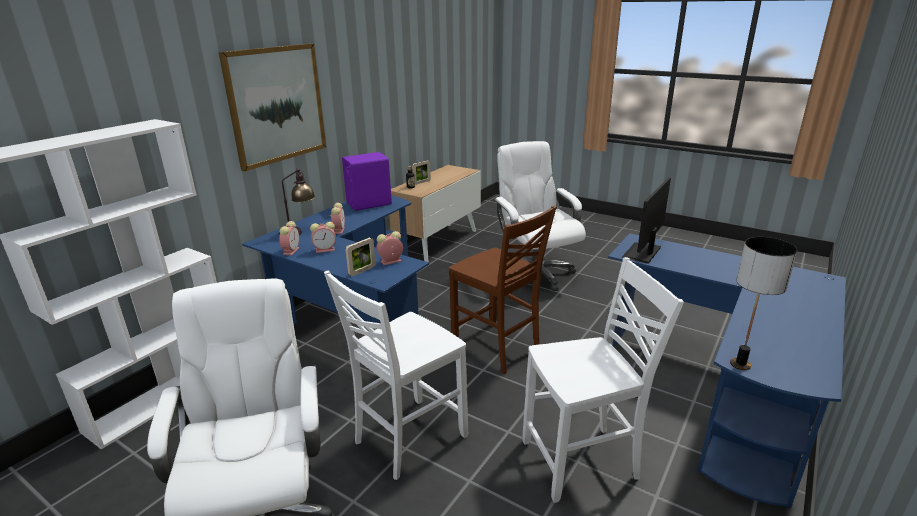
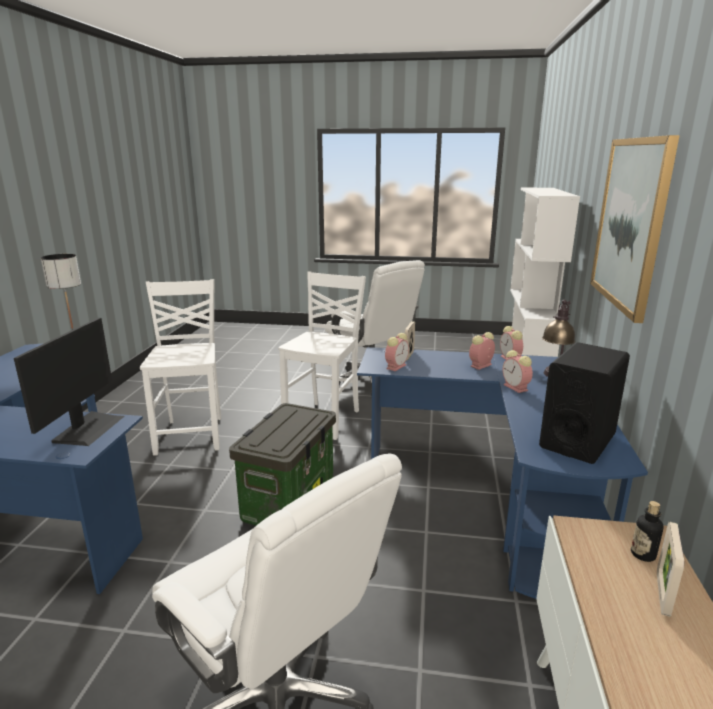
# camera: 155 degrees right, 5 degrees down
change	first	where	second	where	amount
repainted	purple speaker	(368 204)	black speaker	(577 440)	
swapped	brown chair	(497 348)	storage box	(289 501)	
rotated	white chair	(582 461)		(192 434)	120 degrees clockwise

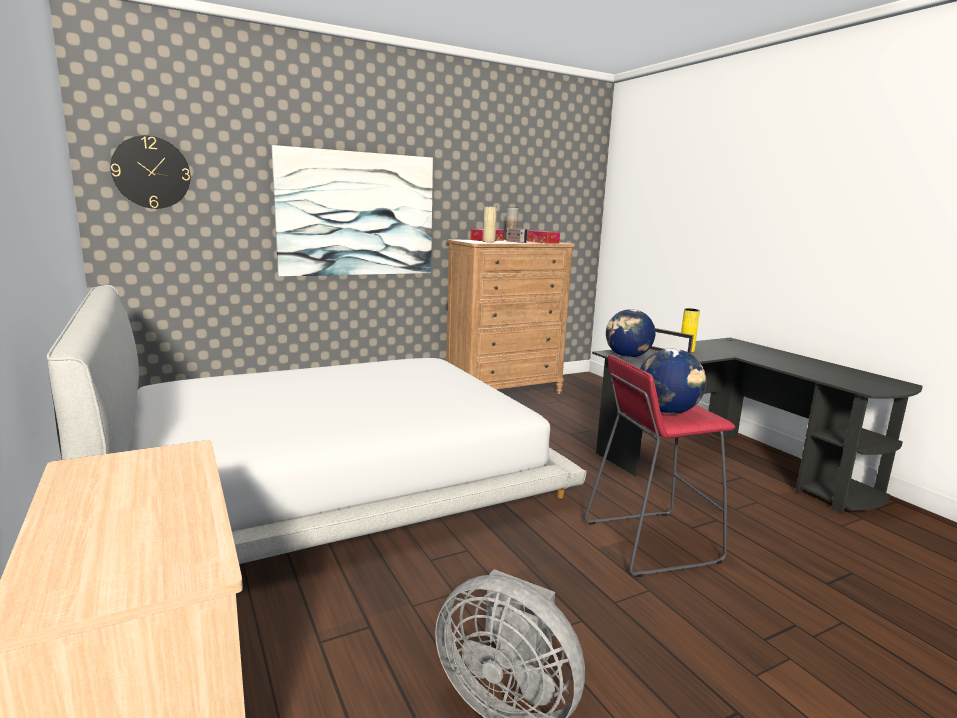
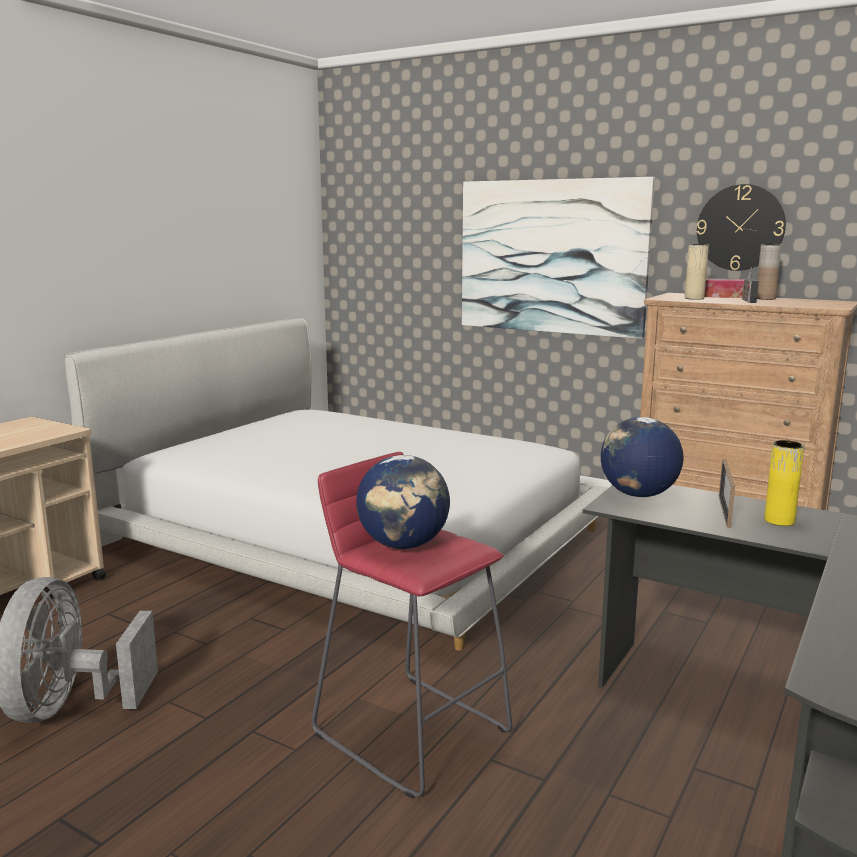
# camera: 60 degrees right, 0 degrees up
change	first	where	second	where	amount
shifted	wall clock	(151 172)		(740 227)	
gone	tissue box	(543 242)			

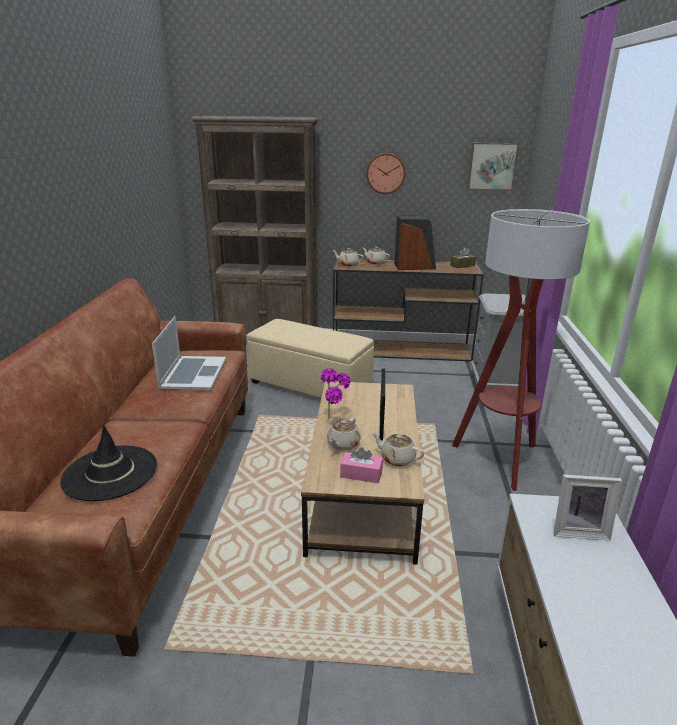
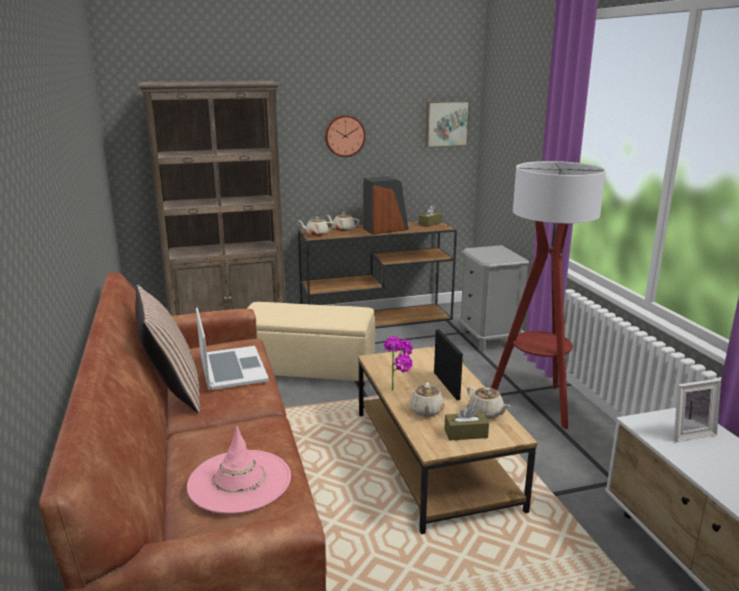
# camera: 20 degrees left, 5 degrees down
change	first	where	second	where	amount
repainted	black hat	(110 473)	pink hat	(239 481)	
rotated	beige teapot	(397 459)		(486 413)	135 degrees counterclockwise
repainted	pink tissue box	(361 474)	brown tissue box	(465 433)	
new			pillow	(172 391)	

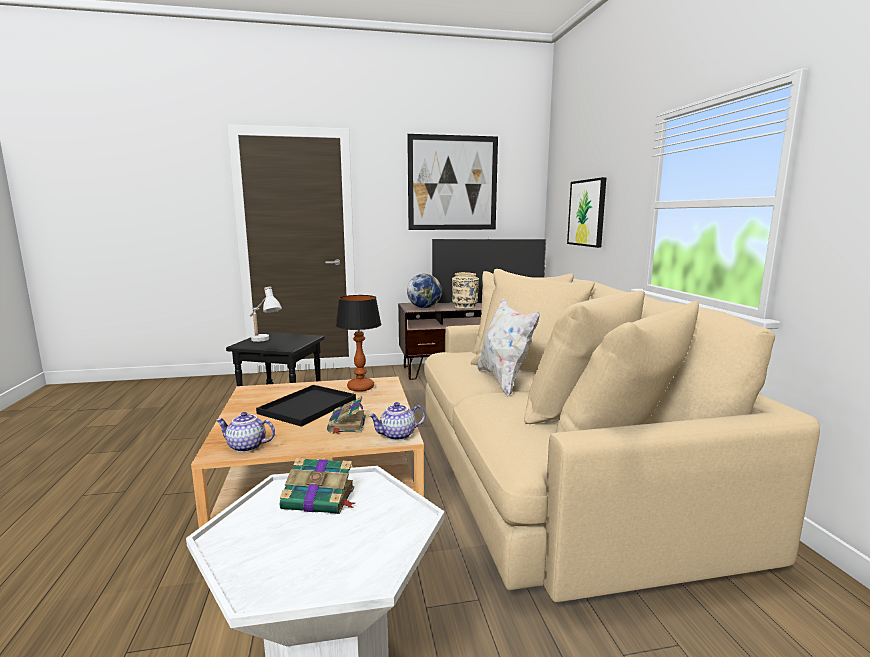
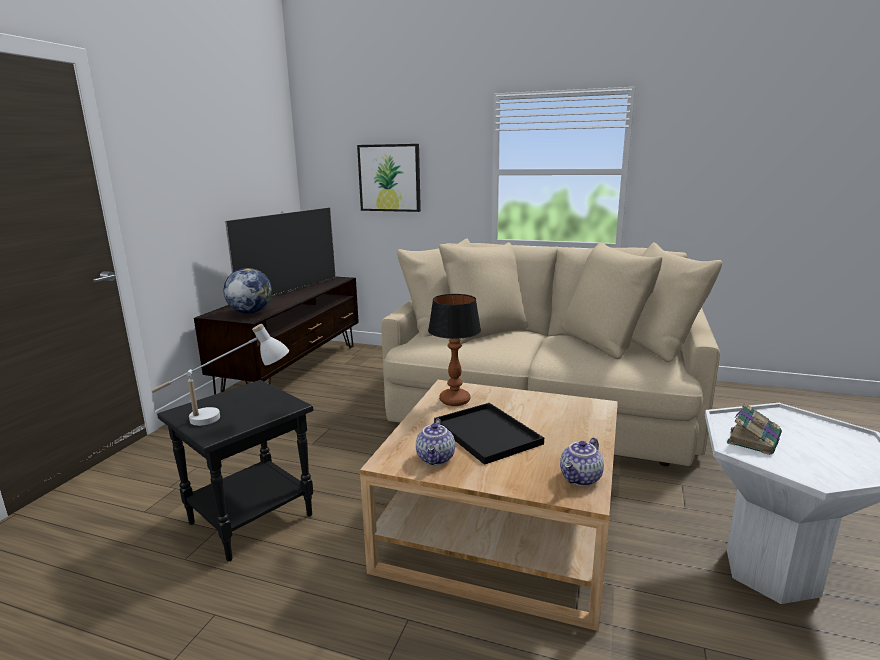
# camera: 60 degrees left, 5 degrees up
change	first	where	second	where	amount
gone	picture	(452 183)			
gone	beige vase	(465 307)			
gone	white pillow	(504 381)			
gone	book	(347 424)			
shifted	teapot	(397 436)		(436 459)	

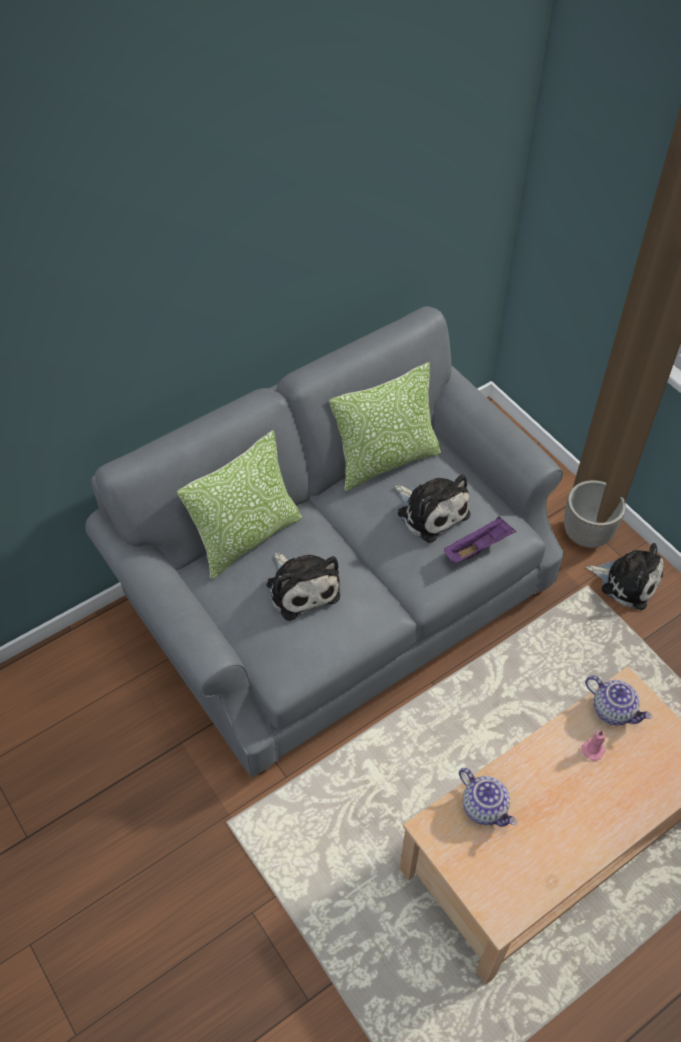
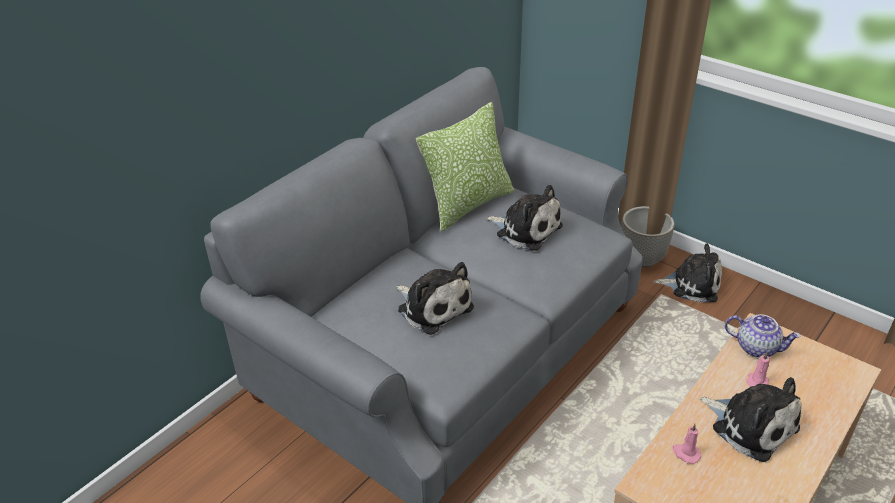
# camera: 15 degrees left, 15 degrees down
change	first	where	second	where	amount
gone	pillow	(247 537)			
gone	purple tray	(478 547)			
swapped	teapot	(485 807)	pink candle	(685 453)	
new			plush toy	(750 425)	

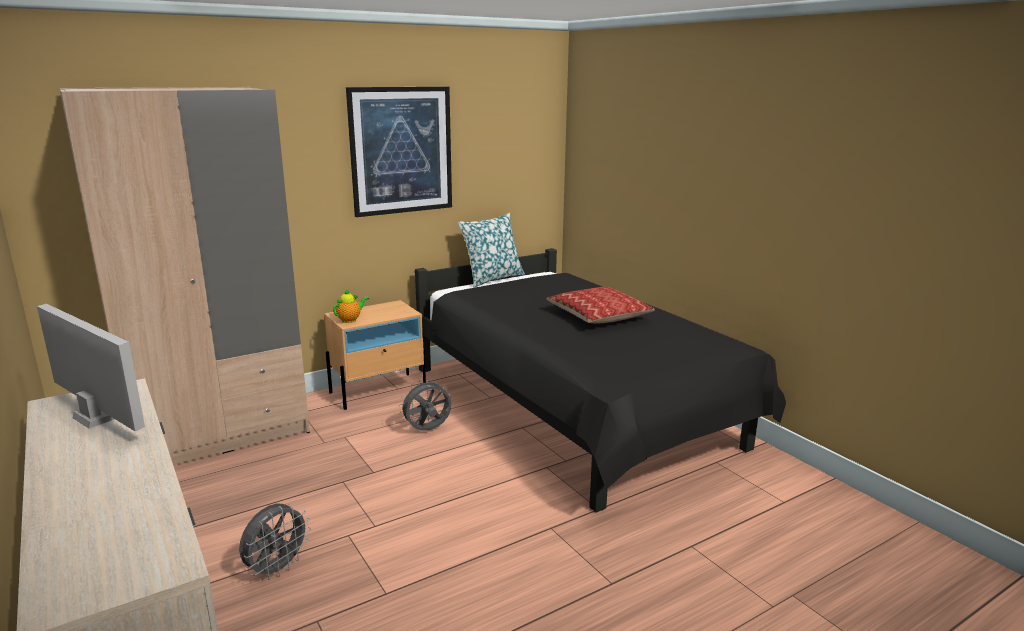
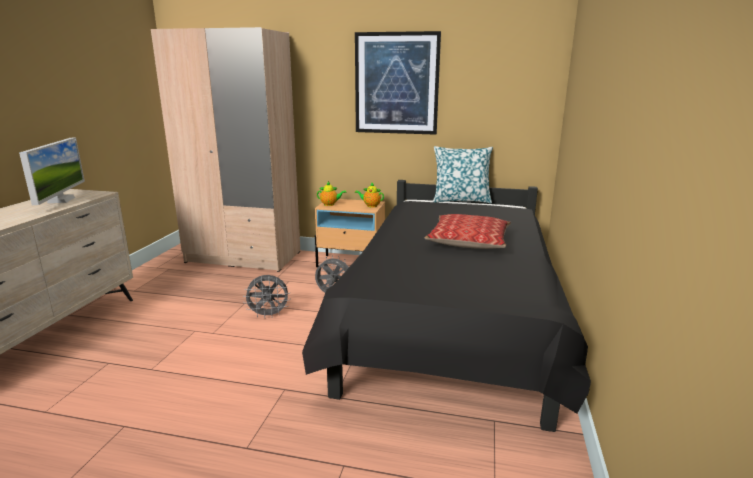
# camera: 45 degrees right, 0 degrees up
change	first	where	second	where	amount
shifted	grey fan	(277 569)		(269 315)	
new			teapot	(370 206)	

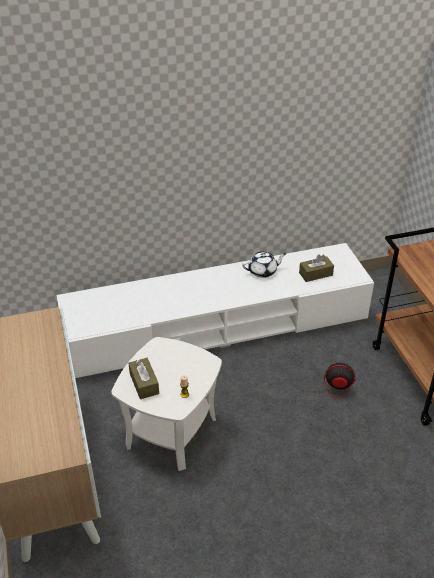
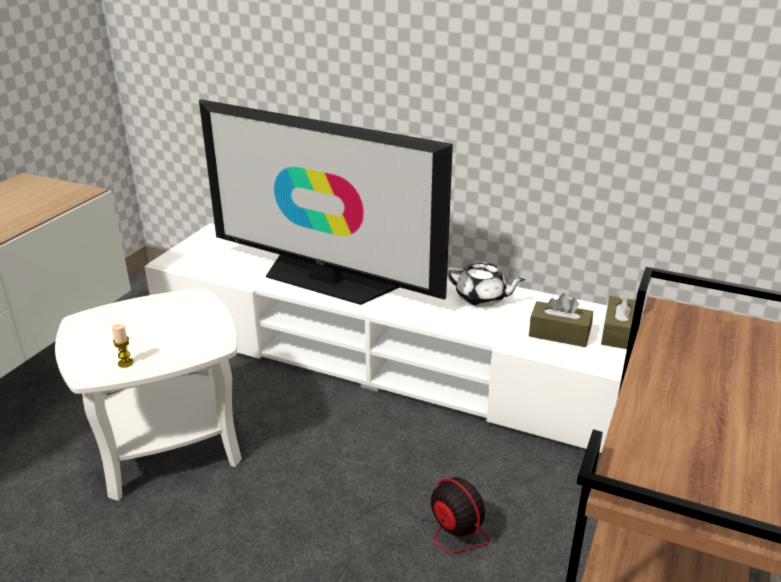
# camera: 40 degrees right, 10 degrees down
change	first	where	second	where	amount
shifted	brown tissue box	(144 383)		(618 332)	
new			television	(325 280)	

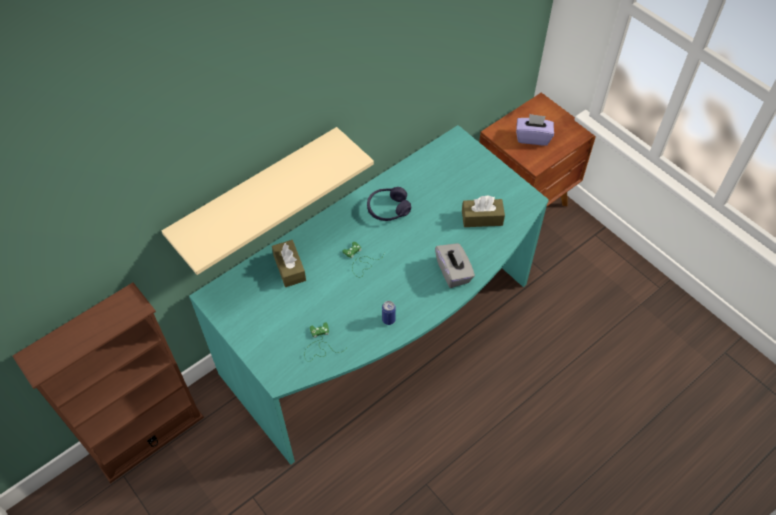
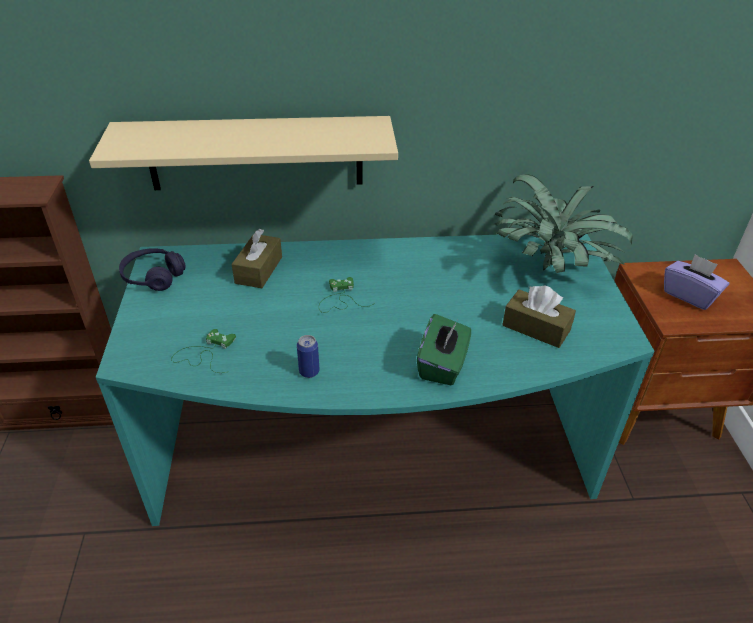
# camera: 35 degrees right, 15 degrees down
change	first	where	second	where	amount
shifted	purple headphones	(388 209)		(153 277)	
repainted	grey tissue box	(453 272)	green tissue box	(443 365)	
new			potted plant	(551 268)	

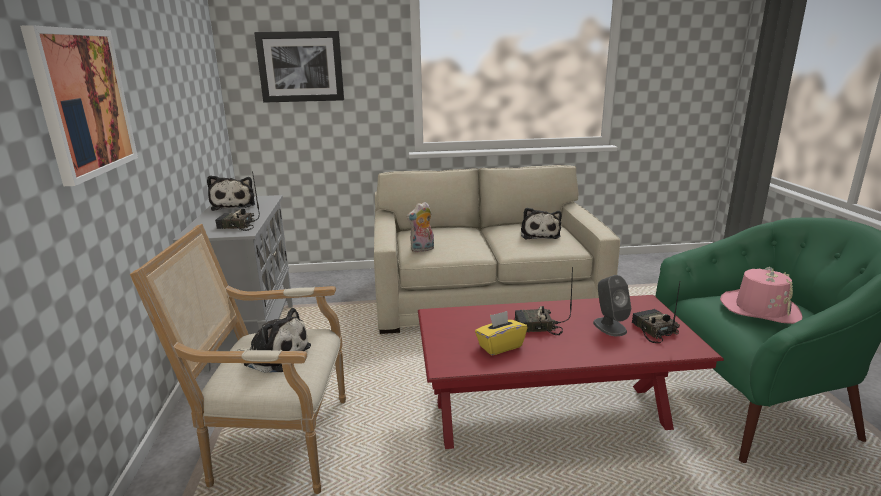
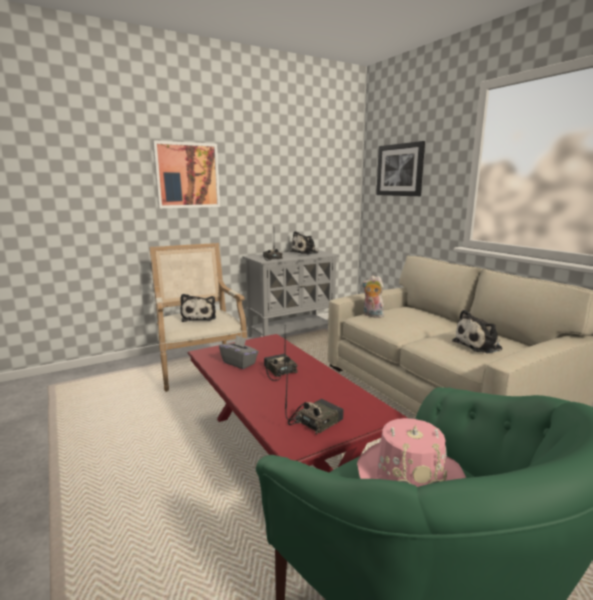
# camera: 65 degrees right, 5 degrees down
change	first	where	second	where	amount
gone	grey speaker	(609 326)			
repainted	yellow tissue box	(500 346)	grey tissue box	(239 363)	

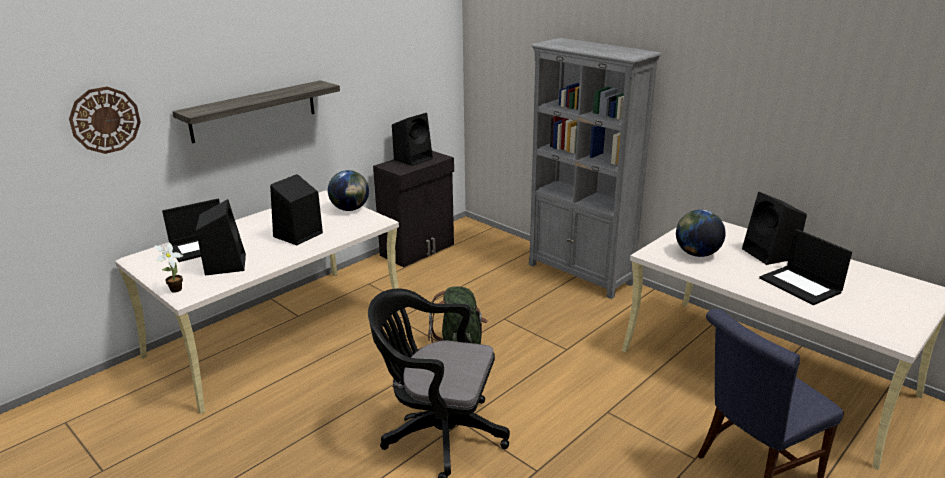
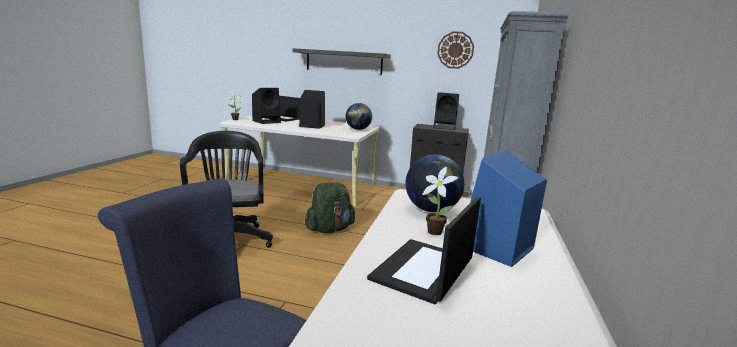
# camera: 60 degrees right, 10 degrees down
change	first	where	second	where	amount
shifted	wall clock	(105 120)		(455 50)	
repainted	black speaker	(770 254)	blue speaker	(496 248)	
new			potted plant	(433 231)	

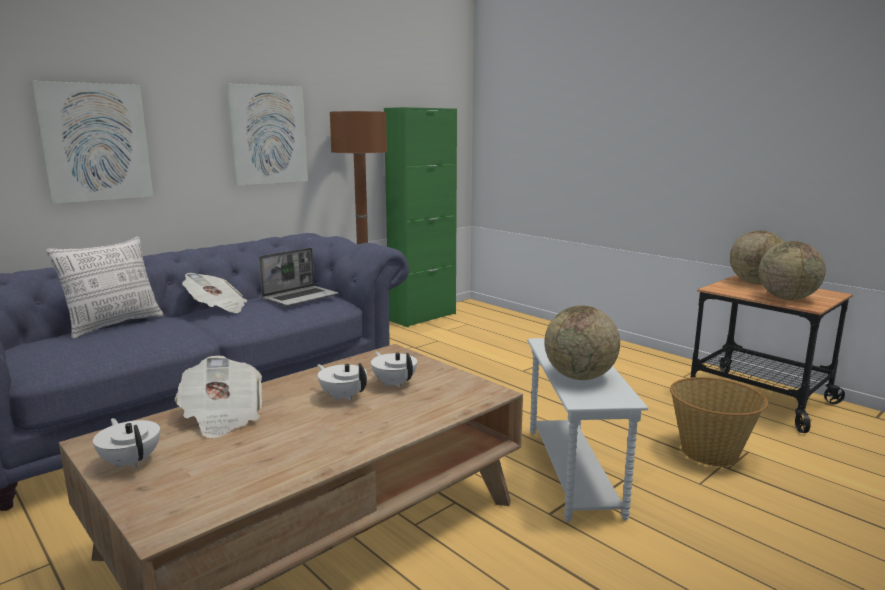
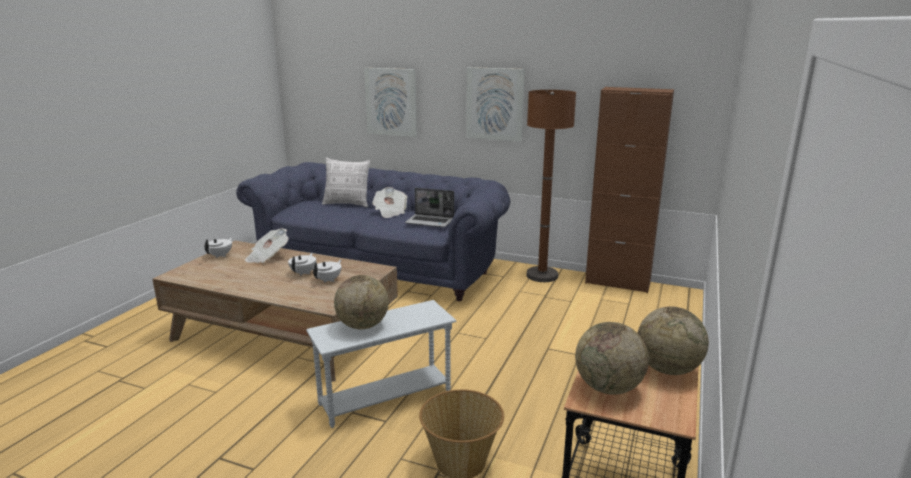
# camera: 65 degrees right, 5 degrees up
change	first	where	second	where	amount
repainted	green cabinet	(422 317)	brown cabinet	(617 283)	

